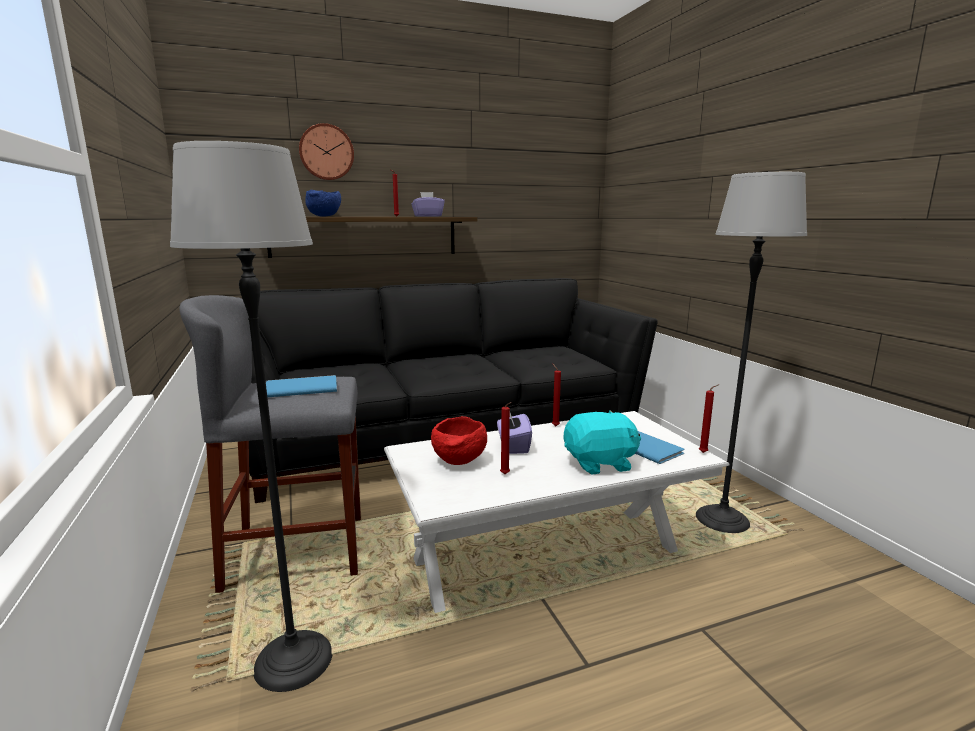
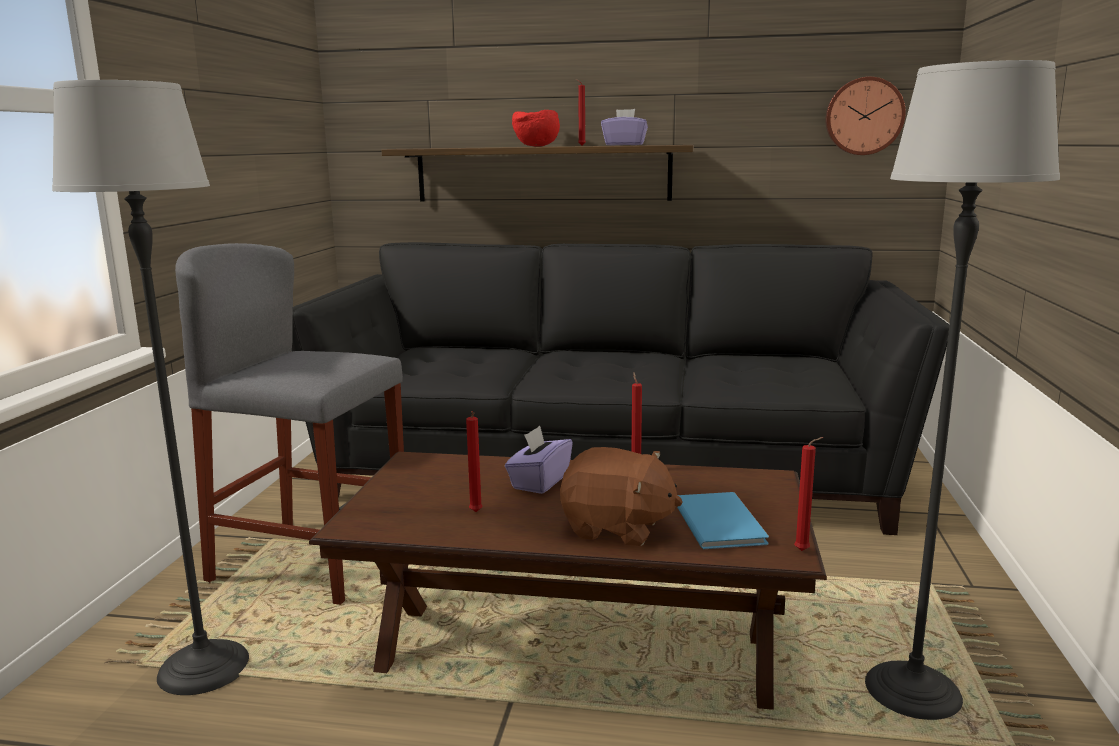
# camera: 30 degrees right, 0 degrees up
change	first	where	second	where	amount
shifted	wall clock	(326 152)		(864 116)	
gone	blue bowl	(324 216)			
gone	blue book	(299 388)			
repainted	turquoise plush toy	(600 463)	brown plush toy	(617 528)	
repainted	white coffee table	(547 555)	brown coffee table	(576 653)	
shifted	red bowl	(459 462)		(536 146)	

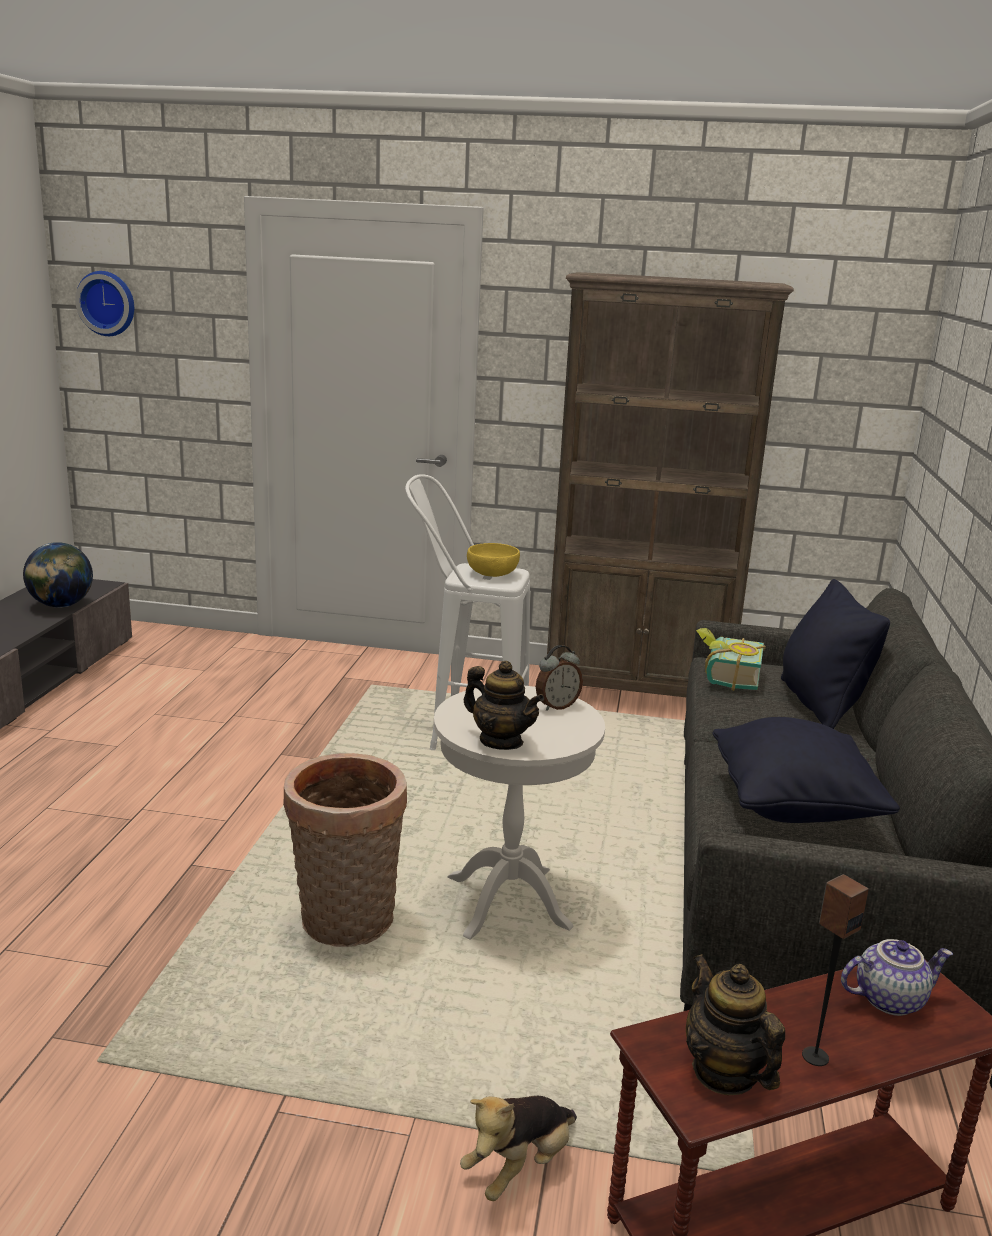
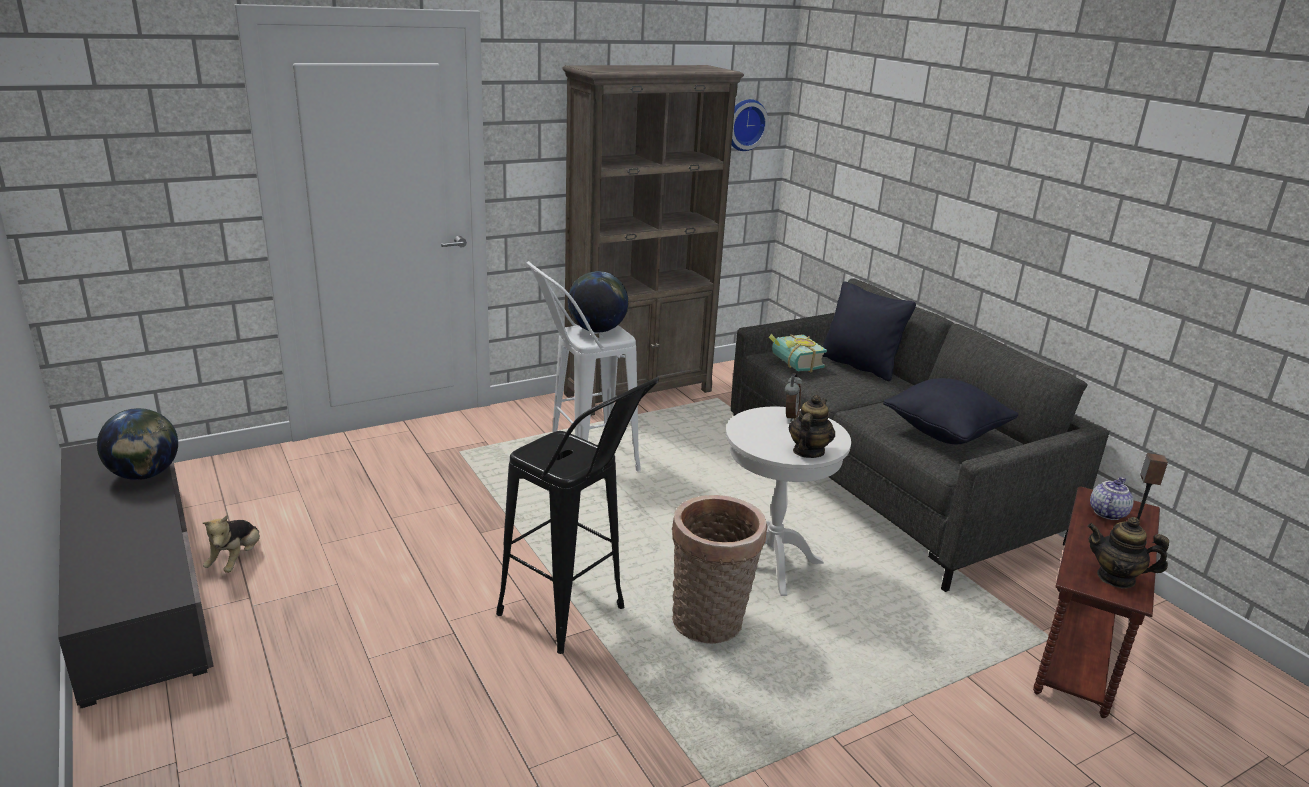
# camera: 40 degrees left, 5 degrees up
change	first	where	second	where	amount
shifted	wall clock	(108 303)		(744 124)	
swapped	yellow bowl	(493 573)	globe	(597 330)	
rotated	teapot	(501 741)		(808 451)	60 degrees counterclockwise
shifted	plush toy	(519 1166)		(236 560)	
new			black stool	(575 620)	

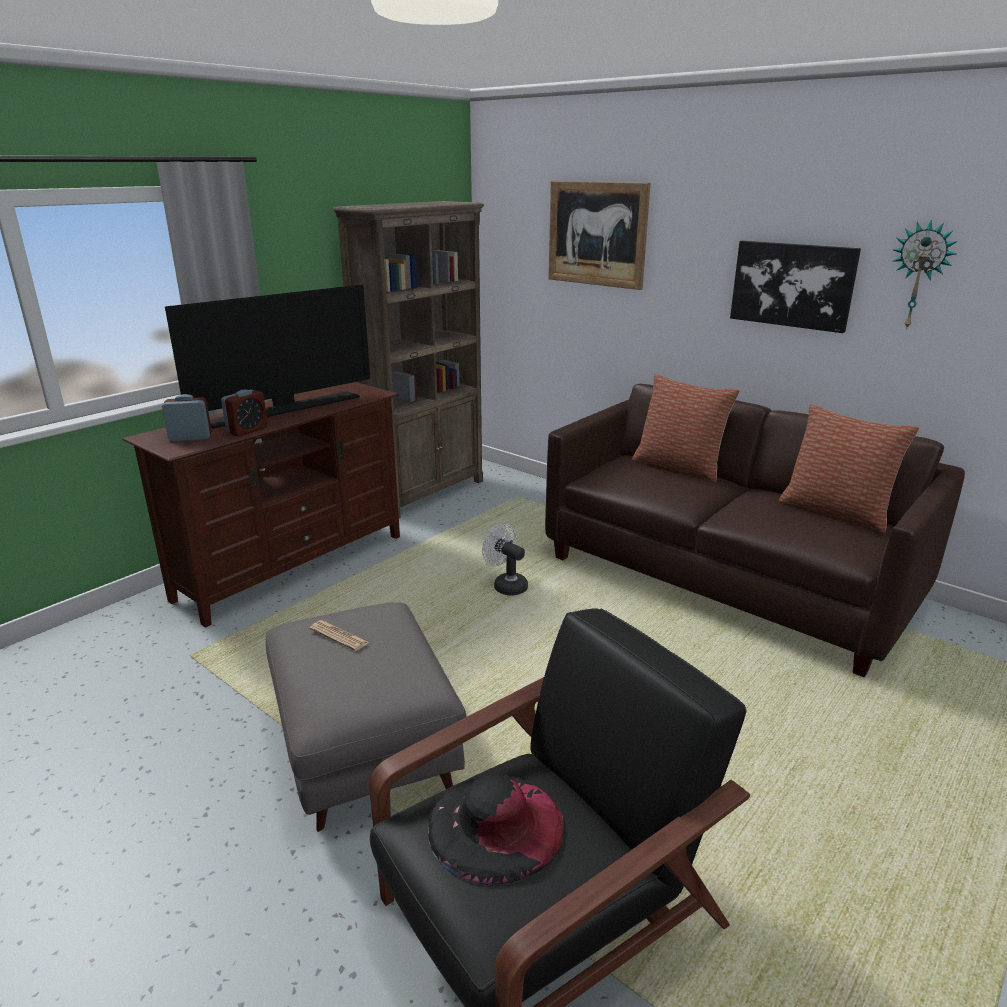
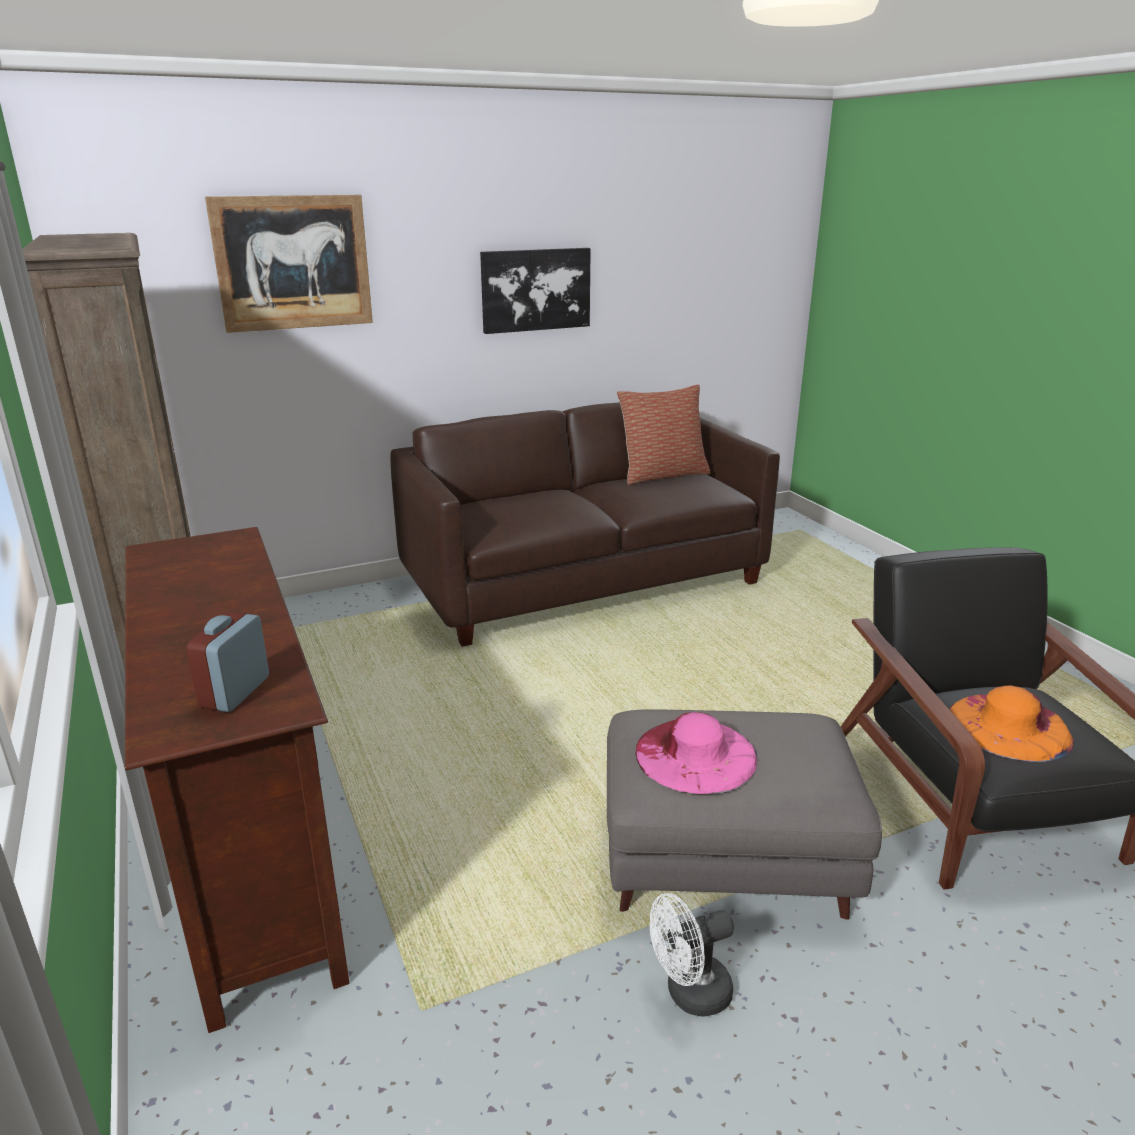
# camera: 65 degrees left, 0 degrees up
change	first	where	second	where	amount
gone	wall clock	(919 276)			
gone	television	(285 409)			
gone	pillow	(679 467)			
gone	alarm clock	(247 430)			
shifted	white fan	(506 585)		(689 994)	
swapped	newspaper	(339 636)	pink hat	(695 755)	
repainted	black hat	(495 826)	orange hat	(1009 726)	

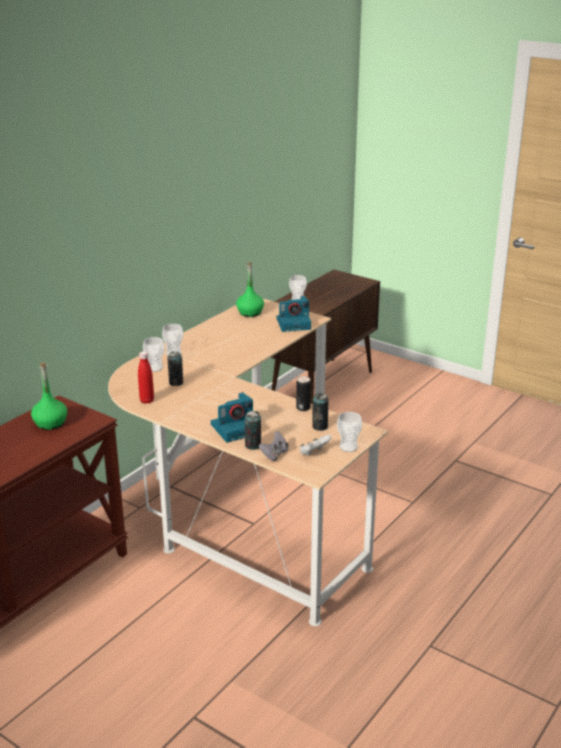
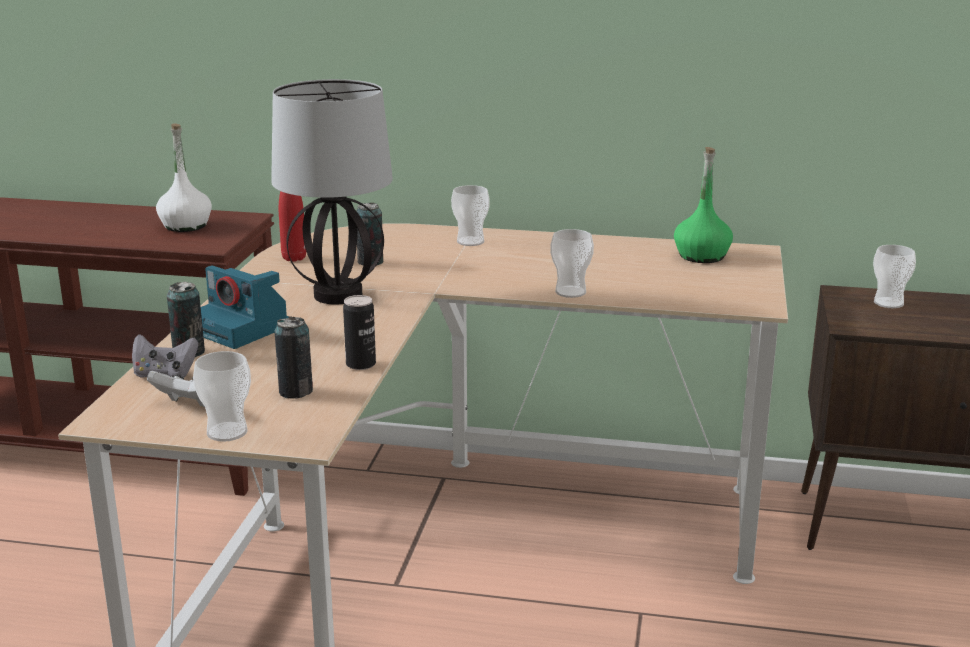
# camera: 65 degrees right, 5 degrees down
change	first	where	second	where	amount
gone	photo camera	(294 323)			
shifted	cup	(155 368)		(570 292)	
repainted	green bottle	(50 423)	white bottle	(186 226)	
new			table lamp	(338 295)	

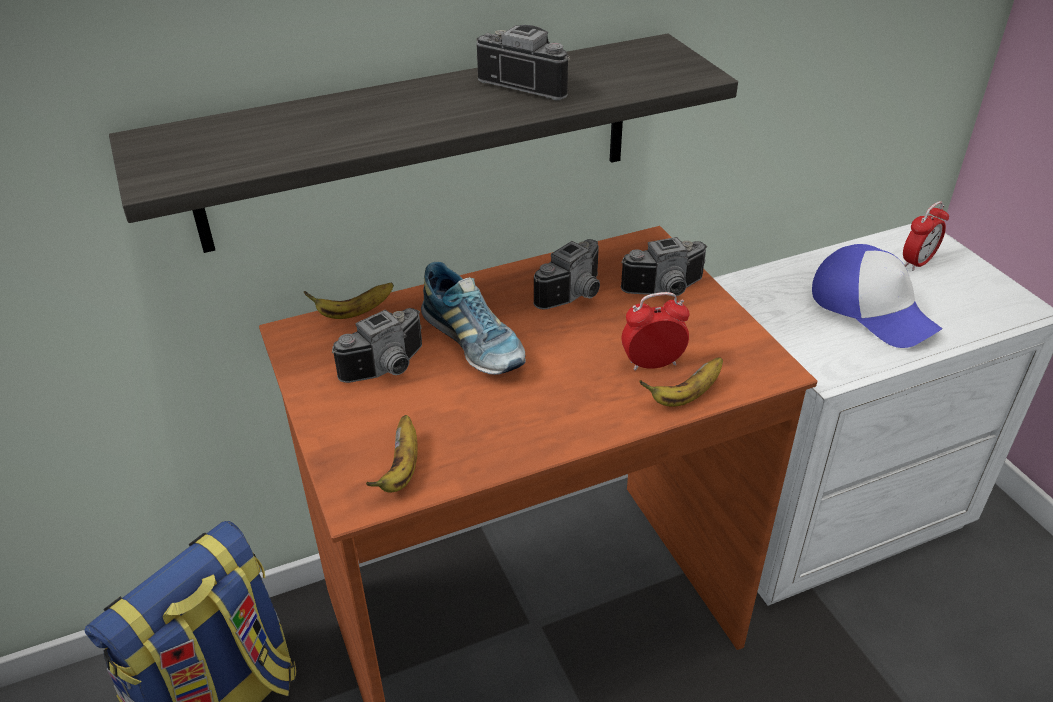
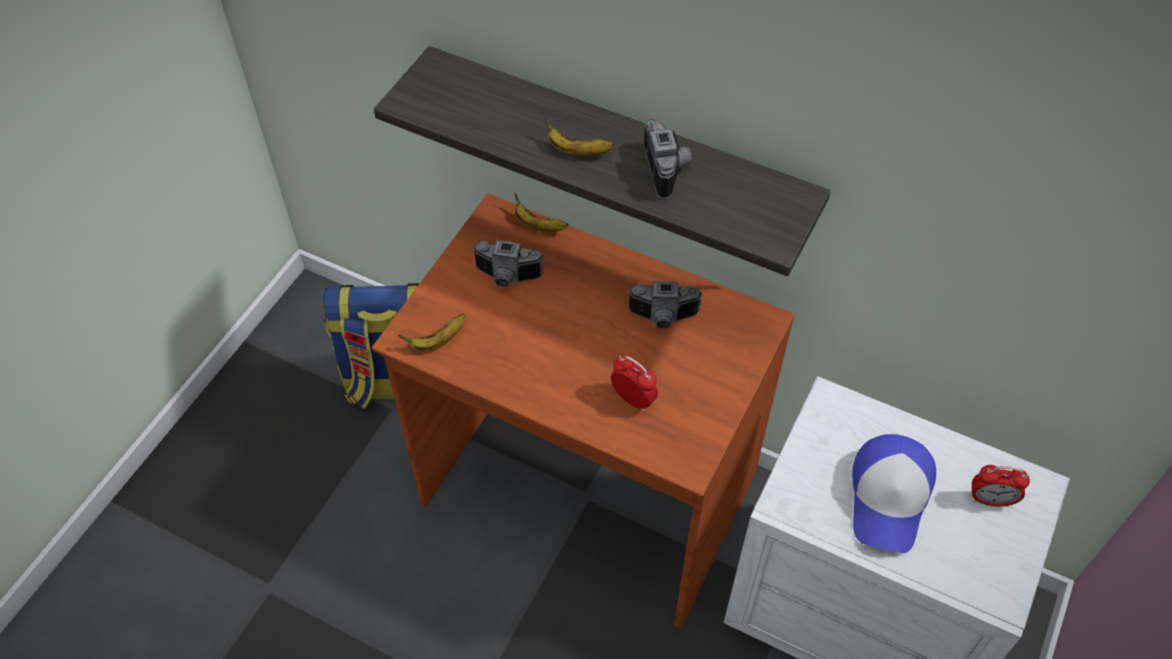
# camera: 50 degrees right, 15 degrees up
change	first	where	second	where	amount
gone	photo camera	(667 291)			
gone	shoe	(473 343)			
shifted	banana	(685 396)		(577 151)	

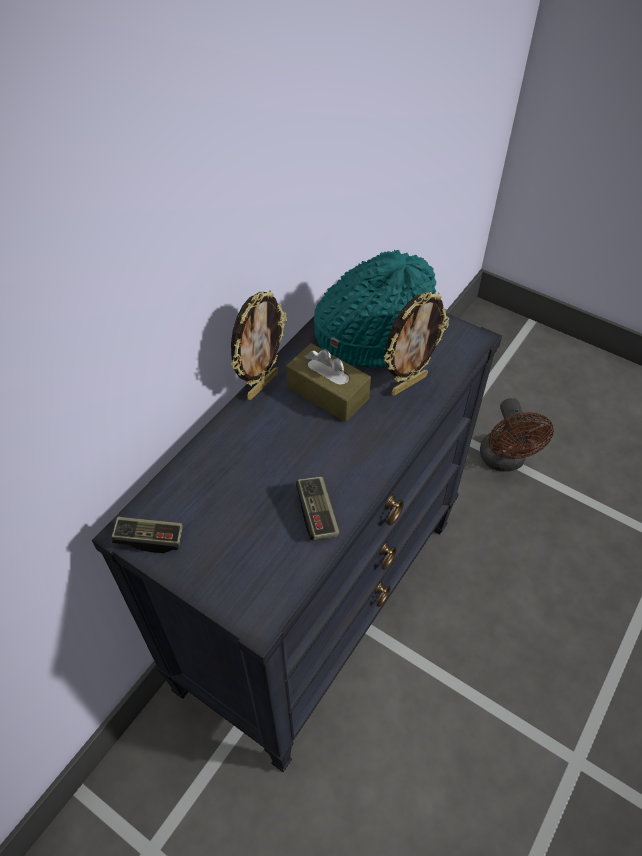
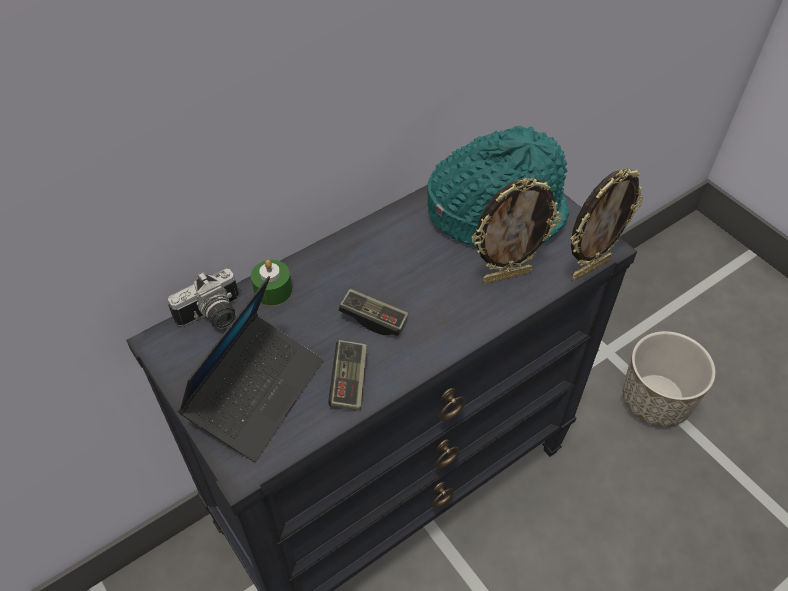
# camera: 20 degrees right, 0 degrees up
change	first	where	second	where	amount
shifted	picture frame	(261 385)		(589 268)	
gone	brown tissue box	(328 392)			
swapped	brown fan	(504 461)	planter	(656 400)	
shifted	game controller	(150 539)		(373 319)	
new			green candle	(273 290)	
new			photo camera	(213 317)	
new			laptop	(256 393)	

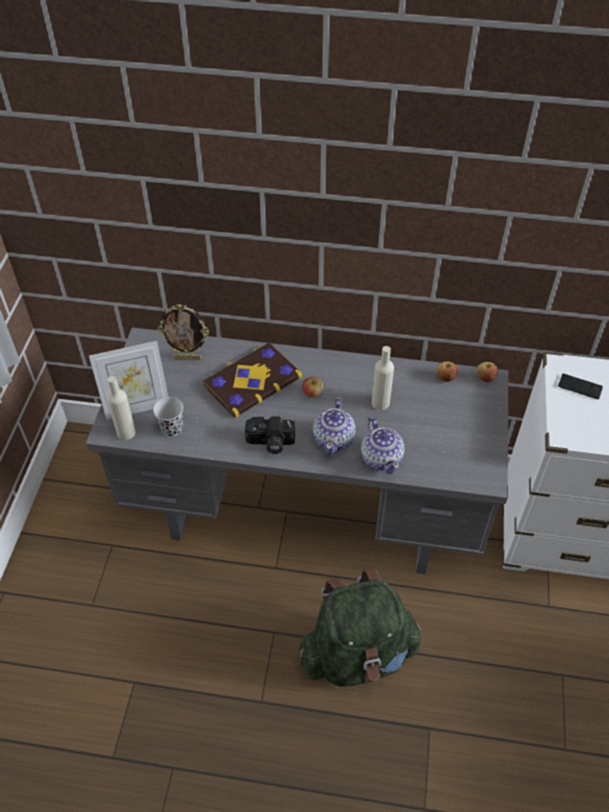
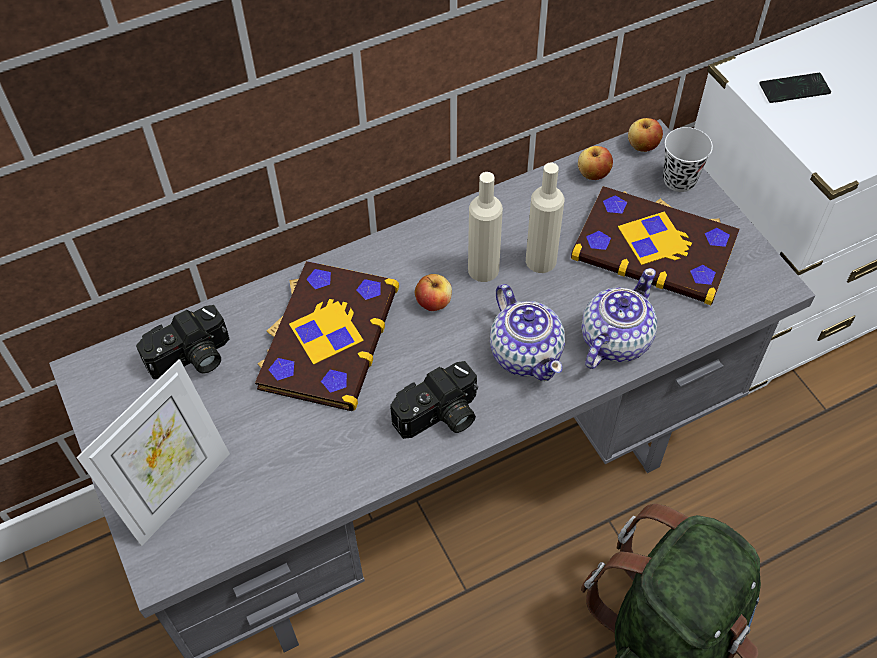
# camera: 35 degrees left, 5 degrees up
change	first	where	second	where	amount
swapped	picture frame	(187 358)	photo camera	(191 359)	
shifted	beige bottle	(126 432)		(483 269)	
shifted	black cup	(172 428)		(679 180)	
rotated	teapot	(381 458)		(614 340)	90 degrees counterclockwise
new			book	(655 246)	

